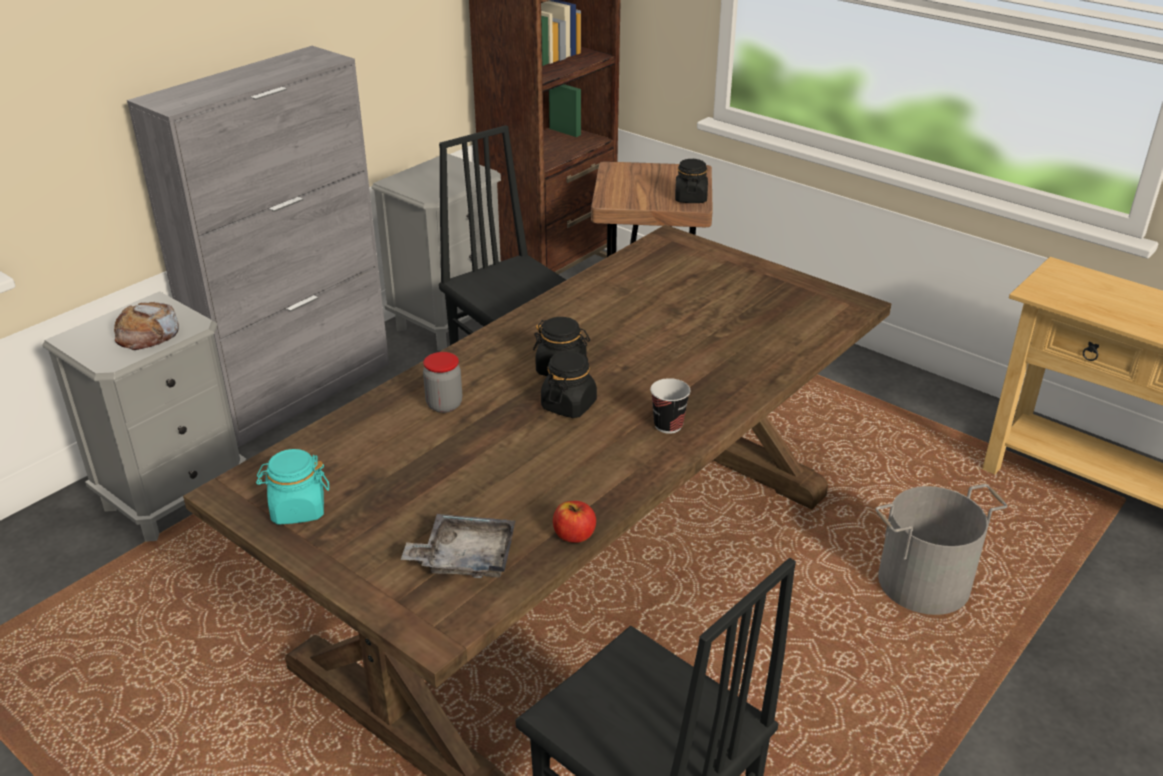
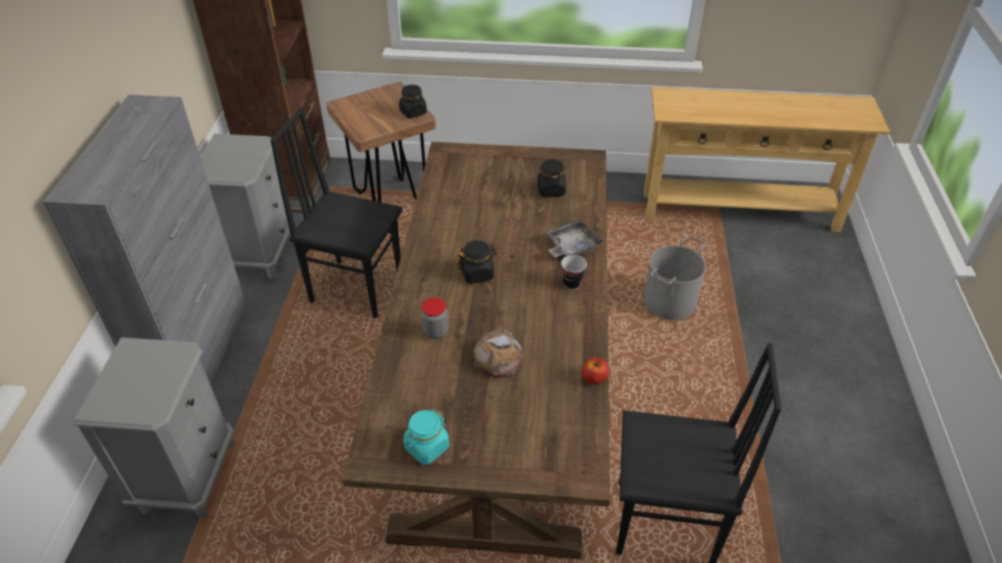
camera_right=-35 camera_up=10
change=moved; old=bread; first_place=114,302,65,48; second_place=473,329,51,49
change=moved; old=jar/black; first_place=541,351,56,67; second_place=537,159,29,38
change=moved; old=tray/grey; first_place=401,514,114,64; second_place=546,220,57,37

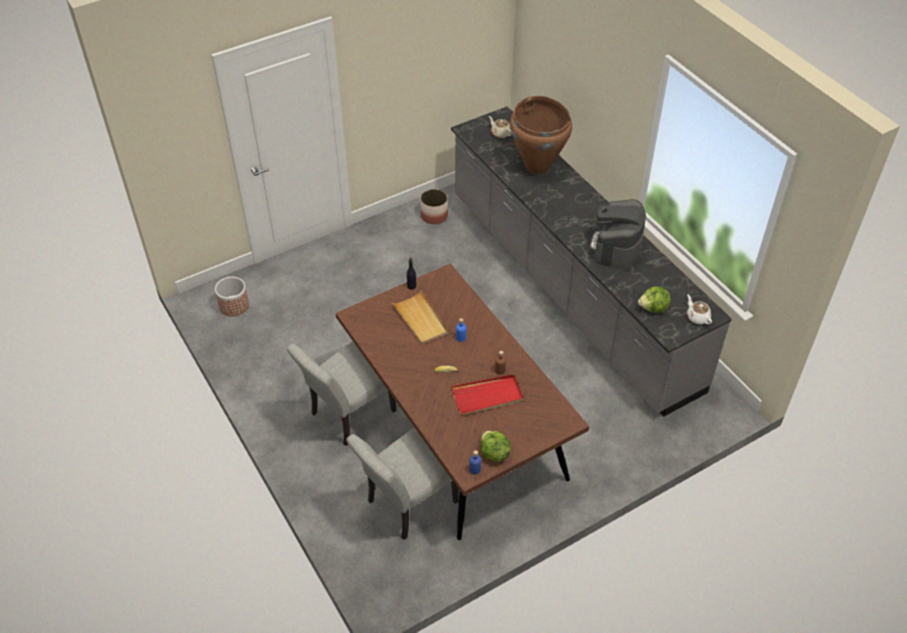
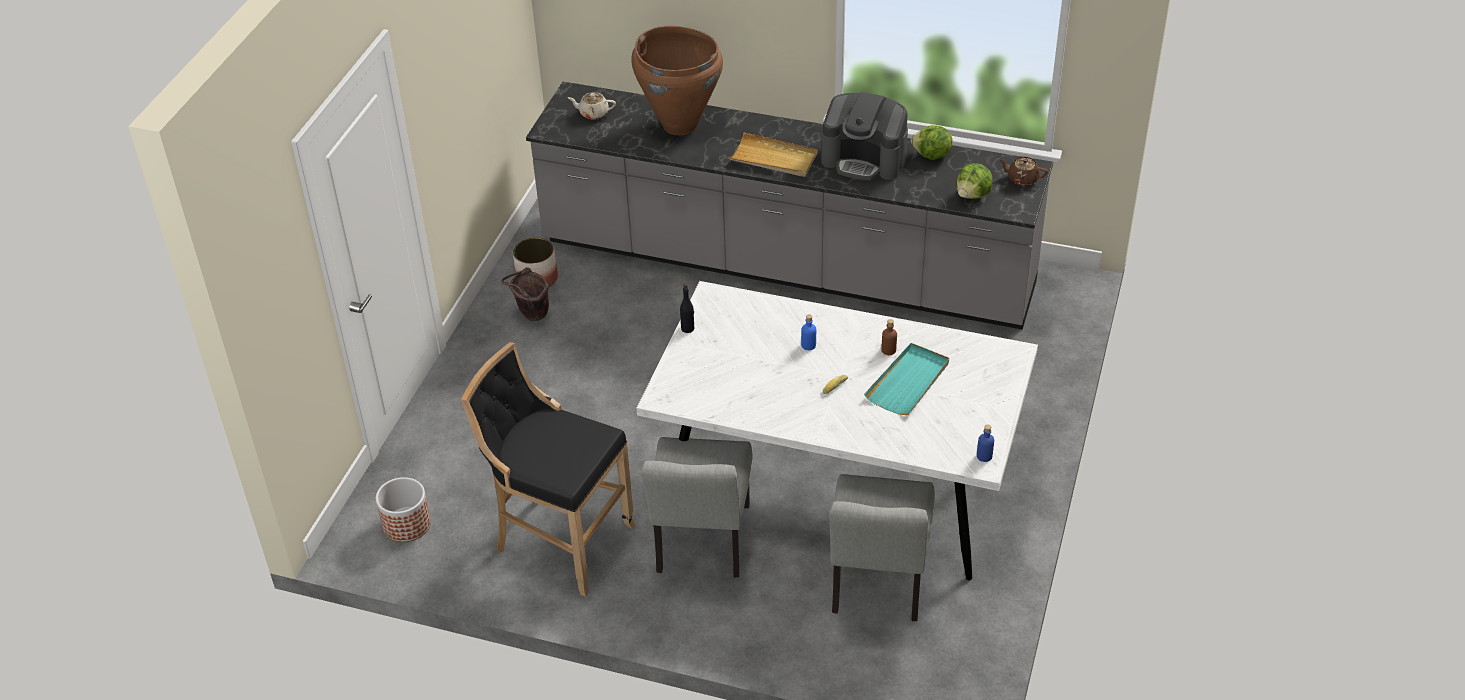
camera_right=-40 camera_up=-5
change=added; new=stool/black; second_place=461,342,175,255
change=added; new=bucket/brown; second_place=501,267,48,54
change=recoloured; old=dining table/brown; new=dining table/white; first_place=336,264,253,276; second_place=637,281,401,300
change=moved; old=tray/beige; first_place=391,290,57,55; second_place=729,132,89,45
change=turned; old=coffee machine; first_place=590,199,56,70; second_place=821,92,87,88; degrees=-45
change=recoloured; old=tray/red; new=tray/turquoise; first_place=451,374,73,41; second_place=864,343,85,72
change=moved; old=lettuce; first_place=480,431,31,31; second_place=911,125,41,35
change=recoloured; old=teapot/white; new=teapot/brown; first_place=687,295,25,29; second_place=998,157,50,29

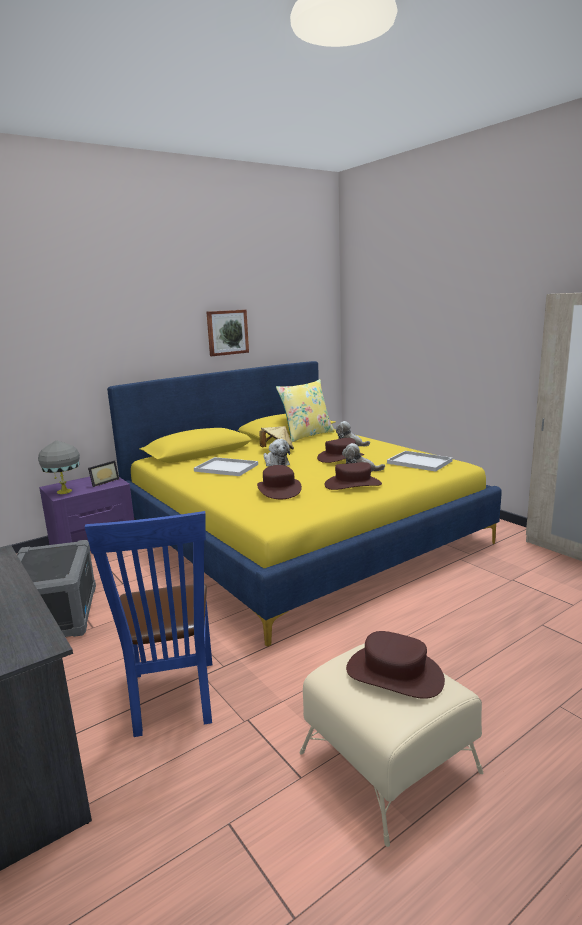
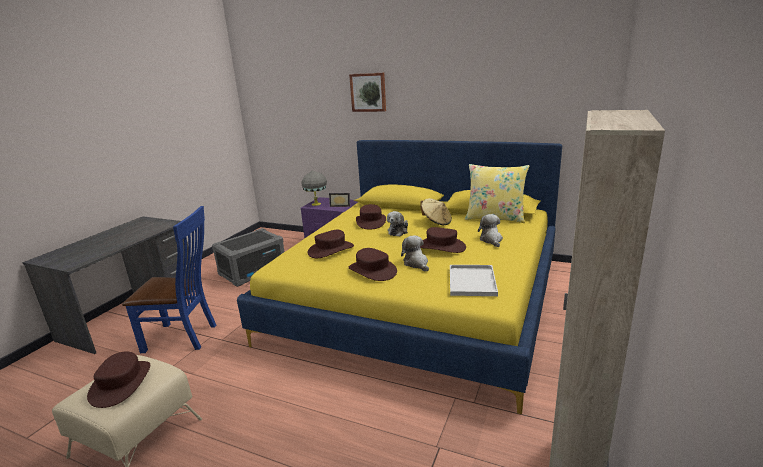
camera_right=60 camera_up=5
change=turned; old=chair/blue; first_place=85,511,127,226; second_place=122,206,94,147; degrees=-135
change=moved; old=picture; first_place=207,309,42,47; second_place=349,73,37,39
change=replaced; old=tray/white; new=hat/brown; first_place=194,457,64,19; second_place=356,204,30,26

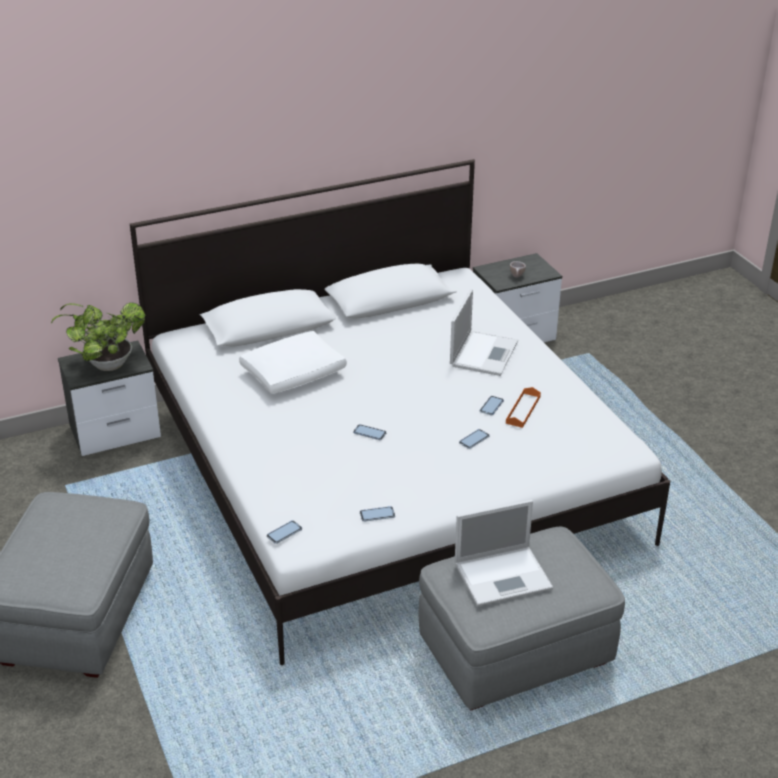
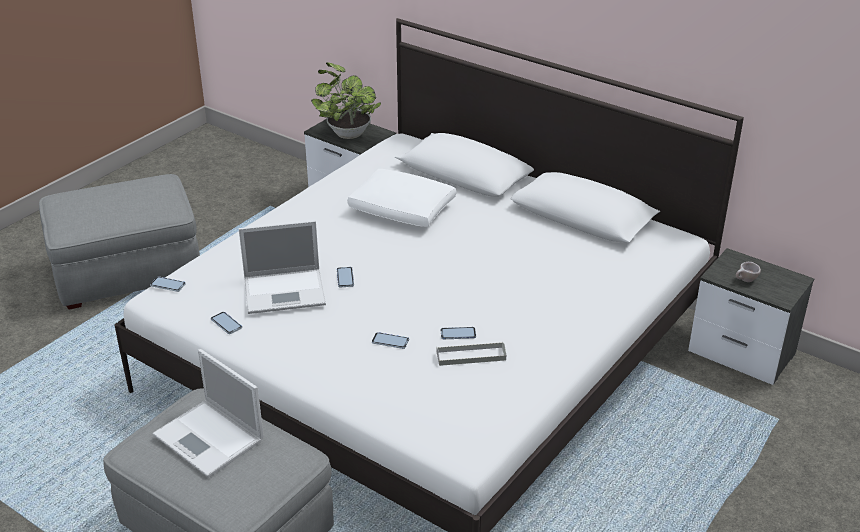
camera_right=60 camera_up=0
change=moved; old=laptop; first_place=450,289,68,87; second_place=239,220,87,94
change=recoloured; old=tray/orange; new=tray/grey; first_place=506,387,35,41; second_place=437,342,69,24

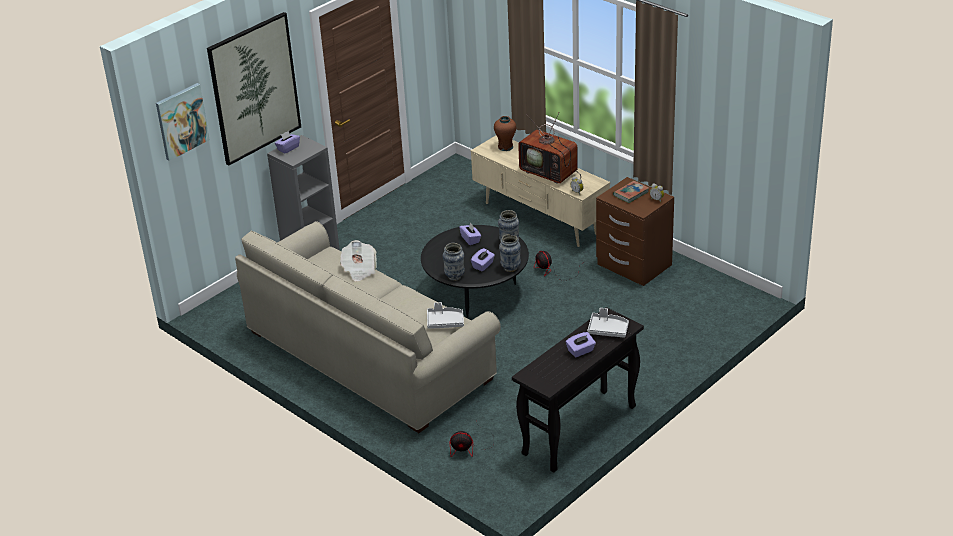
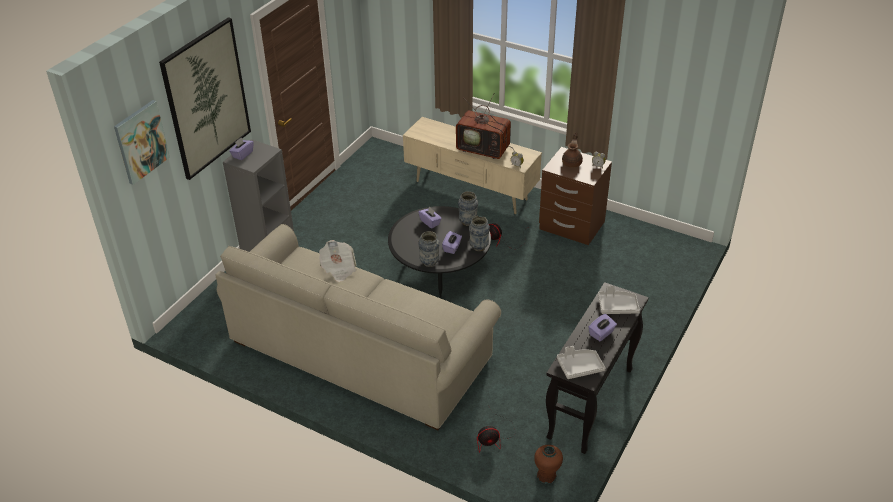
camera_right=-15 camera_up=5
change=moved; old=vase/brown; first_place=494,116,22,35; second_place=534,445,29,39
change=moved; old=tray/grey; first_place=427,302,37,27; second_place=557,346,48,33
change=replaced; old=book; new=teapot/brown; first_place=613,181,36,22; second_place=562,132,21,36

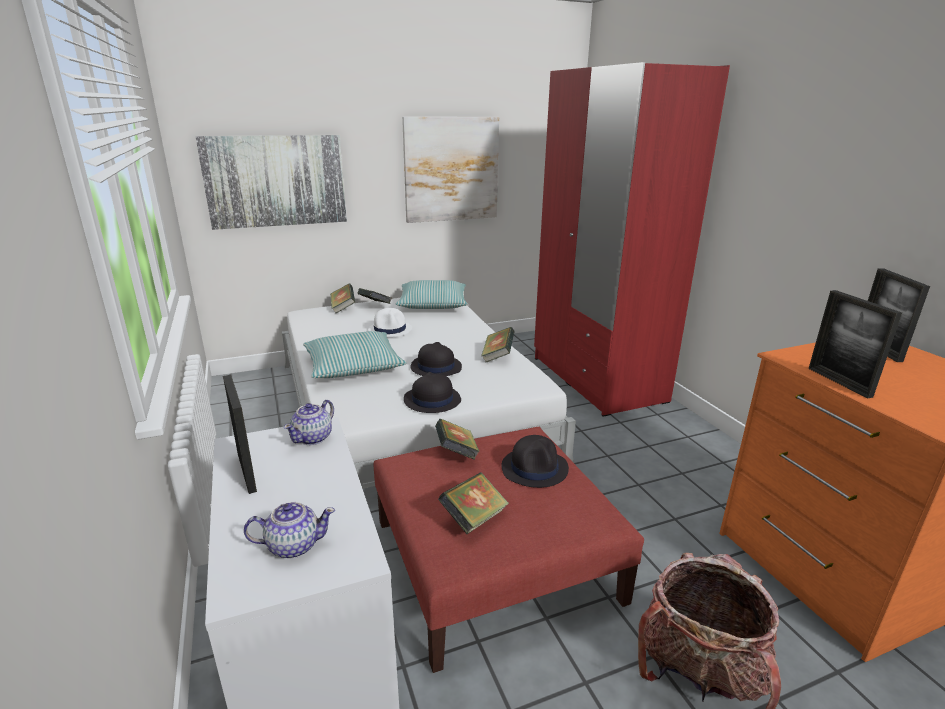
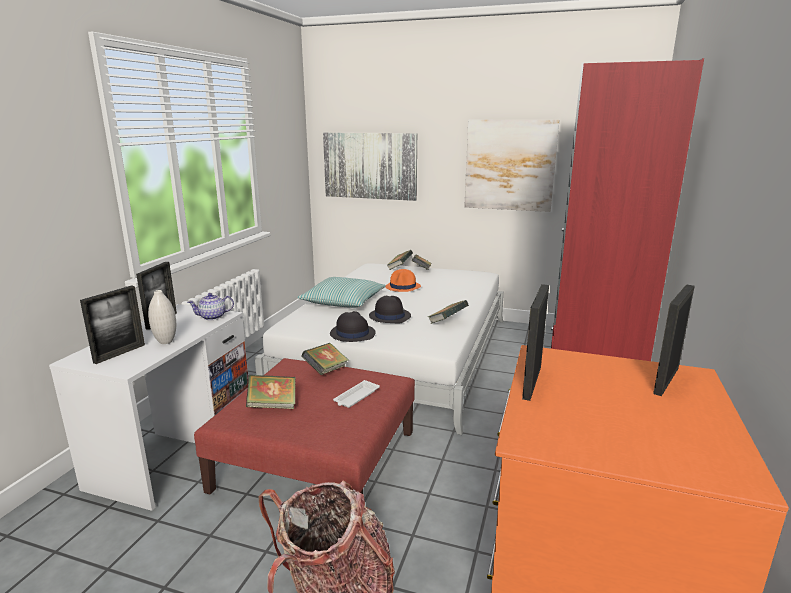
camera_right=40 camera_up=-5
change=replaced; old=teapot; new=picture frame; first_place=244,502,91,56; second_place=80,285,65,79
change=added; new=vase/white; second_place=148,290,28,54
change=replaced; old=hat/black; new=tray/white; first_place=501,435,68,53; second_place=333,380,47,28
change=recoloured; old=hat/white; new=hat/orange; first_place=368,308,44,29; second_place=385,269,36,23
change=removed; old=pillow; first_place=396,280,72,29

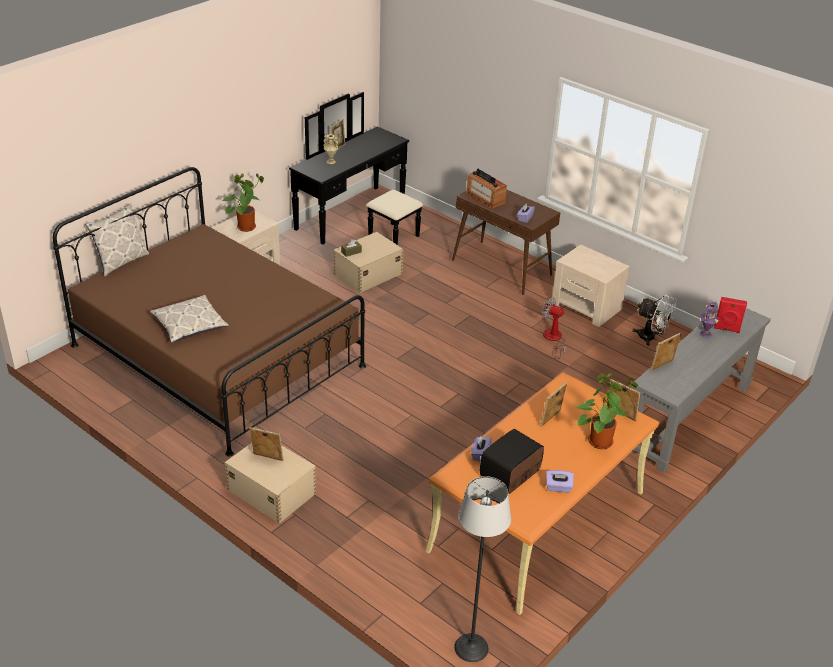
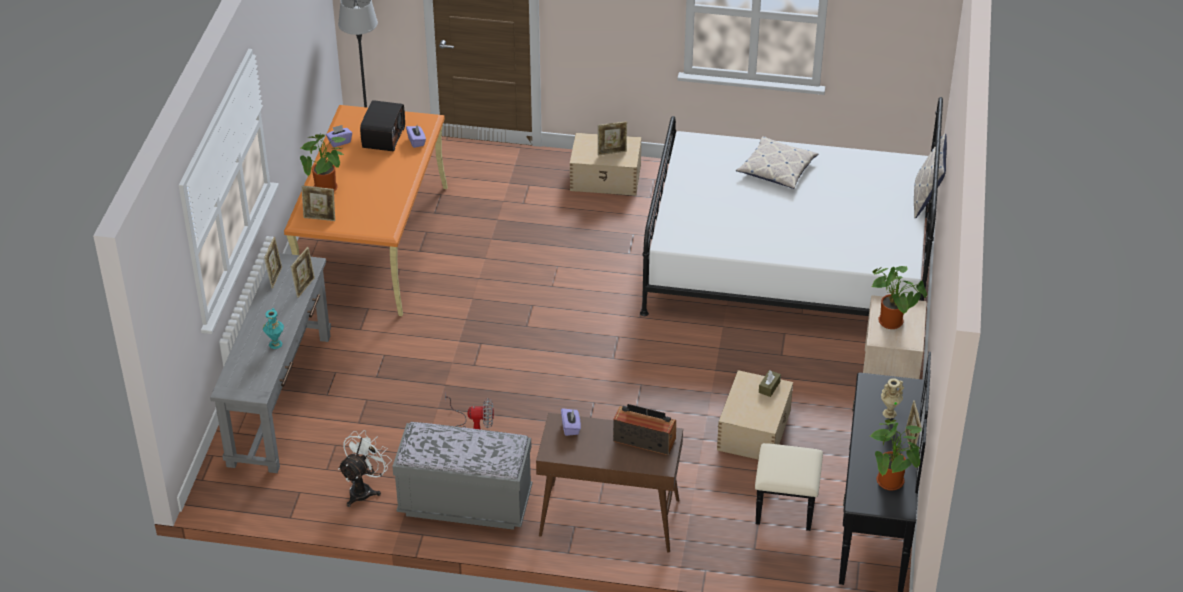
camera_right=150 camera_up=5
change=recoloured; old=vase/purple; new=vase/turquoise; first_place=700,302,19,36; second_place=263,308,21,41
change=moved; old=picture frame; first_place=540,382,27,45; second_place=264,237,18,52
change=turned; old=fan/white; first_place=632,295,45,51; second_place=338,430,54,77; degrees=120
change=replaced; old=nightstand/beige; new=bench/grey; first_place=551,245,79,82; second_place=392,422,141,108
change=recoloured; old=bed/brown; new=bed/white; first_place=53,167,313,289; second_place=640,97,303,219
change=added; new=potted plant; second_place=870,420,52,71
change=removed; old=speaker/red; first_place=714,297,33,36

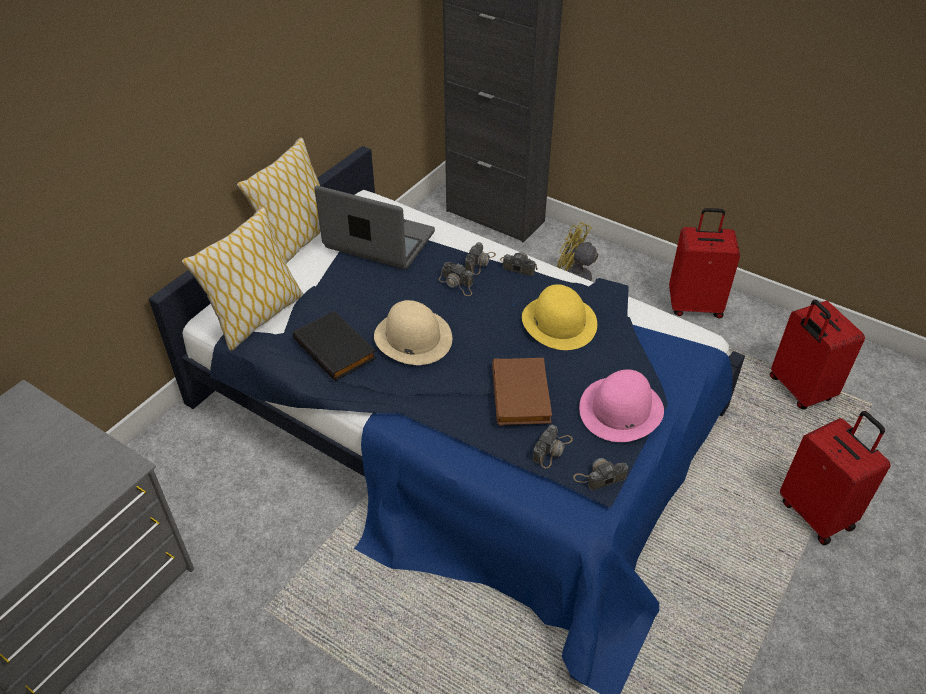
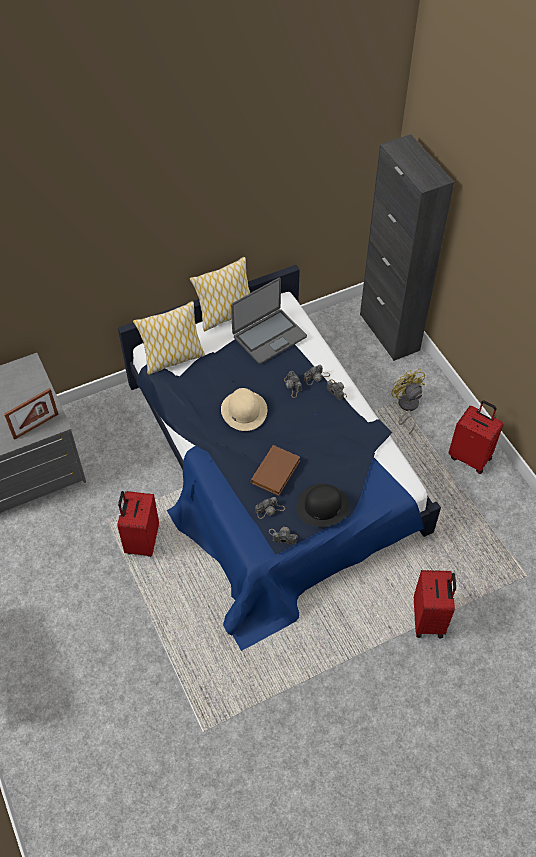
camera_right=30 camera_up=10
change=added; new=picture frame; second_place=4,388,55,52
change=moved; old=suitcase/red; first_place=770,300,95,109; second_place=117,491,42,66
change=turned; old=laptop; first_place=314,186,121,83; second_place=231,277,76,87; degrees=90
change=recoloured; old=hat/pink; new=hat/black; first_place=579,369,85,73; second_place=296,484,54,43
change=removed; old=book/black; first_place=293,311,84,70
change=removed; old=hat/yellow; first_place=522,284,75,66

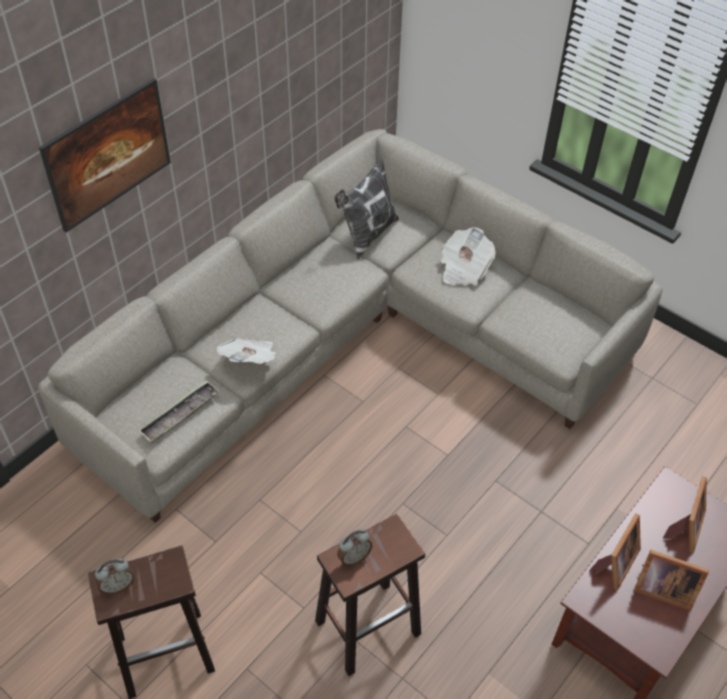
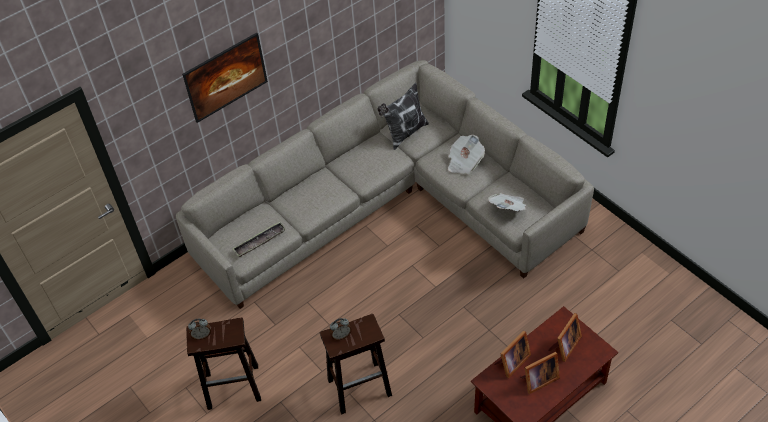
camera_right=15 camera_up=0
change=moved; old=newspaper; first_place=217,338,59,26; second_place=488,193,38,18
change=turned; old=picture frame; first_place=634,550,75,61; second_place=520,352,40,42; degrees=-60

